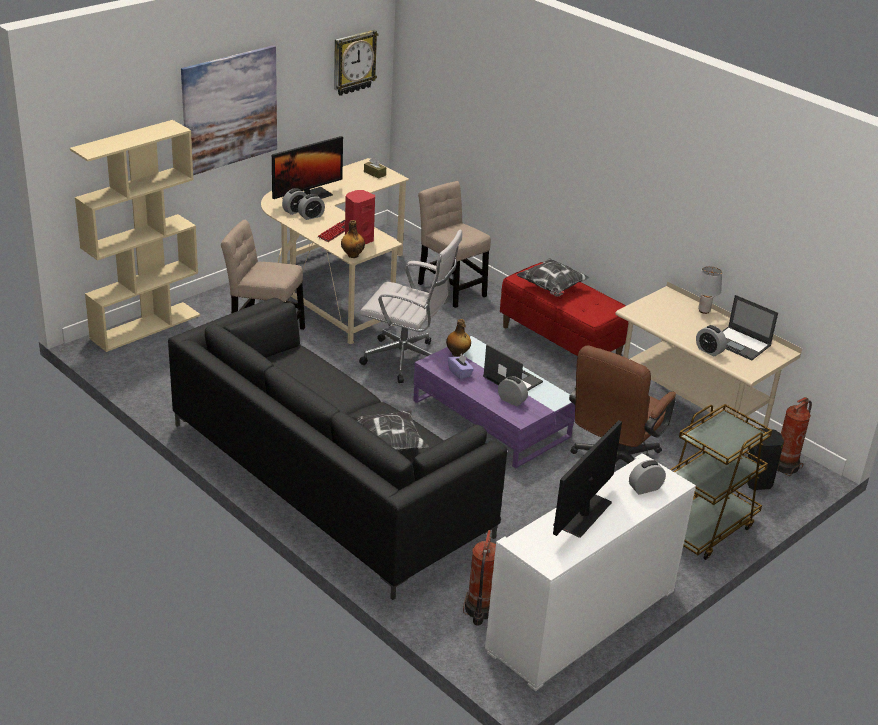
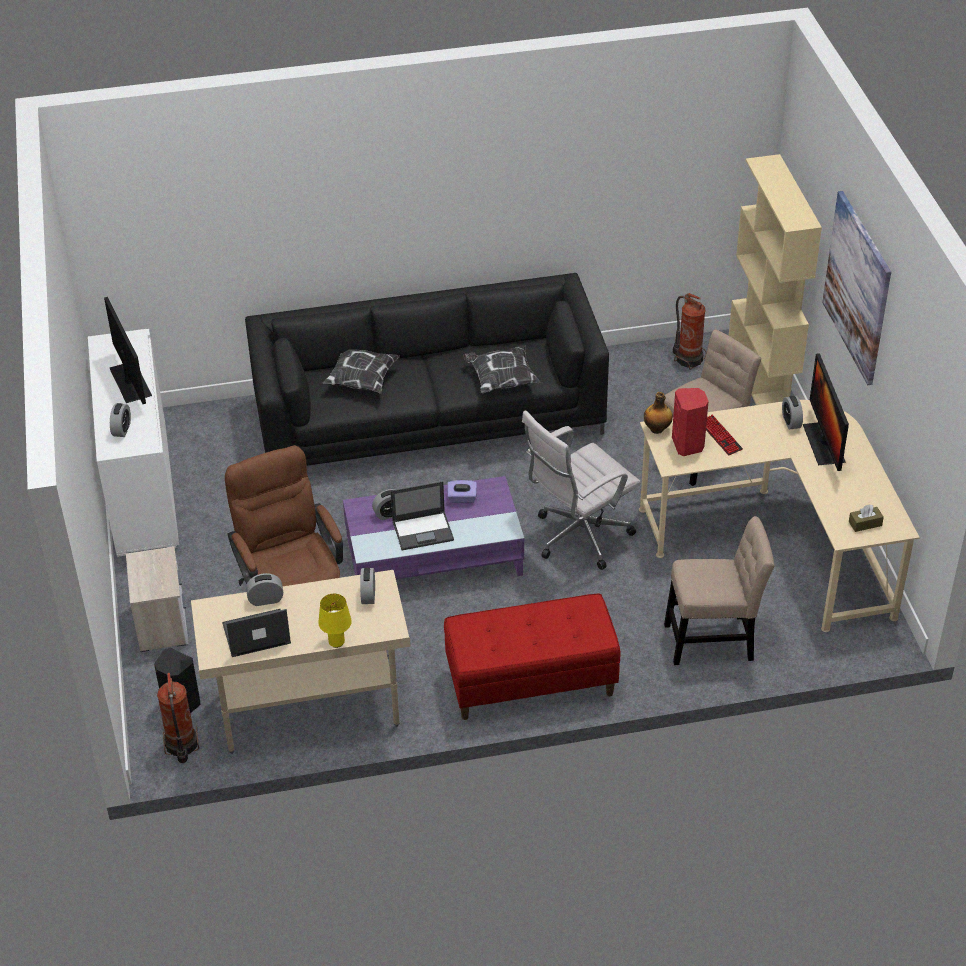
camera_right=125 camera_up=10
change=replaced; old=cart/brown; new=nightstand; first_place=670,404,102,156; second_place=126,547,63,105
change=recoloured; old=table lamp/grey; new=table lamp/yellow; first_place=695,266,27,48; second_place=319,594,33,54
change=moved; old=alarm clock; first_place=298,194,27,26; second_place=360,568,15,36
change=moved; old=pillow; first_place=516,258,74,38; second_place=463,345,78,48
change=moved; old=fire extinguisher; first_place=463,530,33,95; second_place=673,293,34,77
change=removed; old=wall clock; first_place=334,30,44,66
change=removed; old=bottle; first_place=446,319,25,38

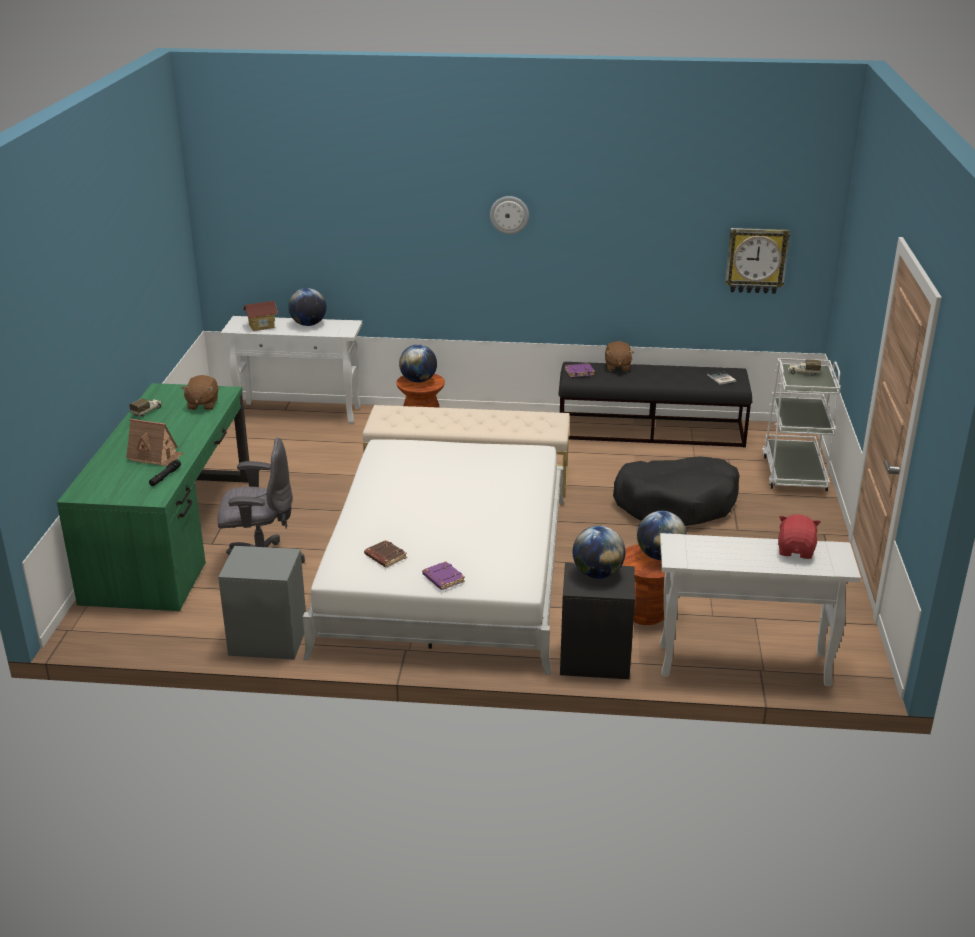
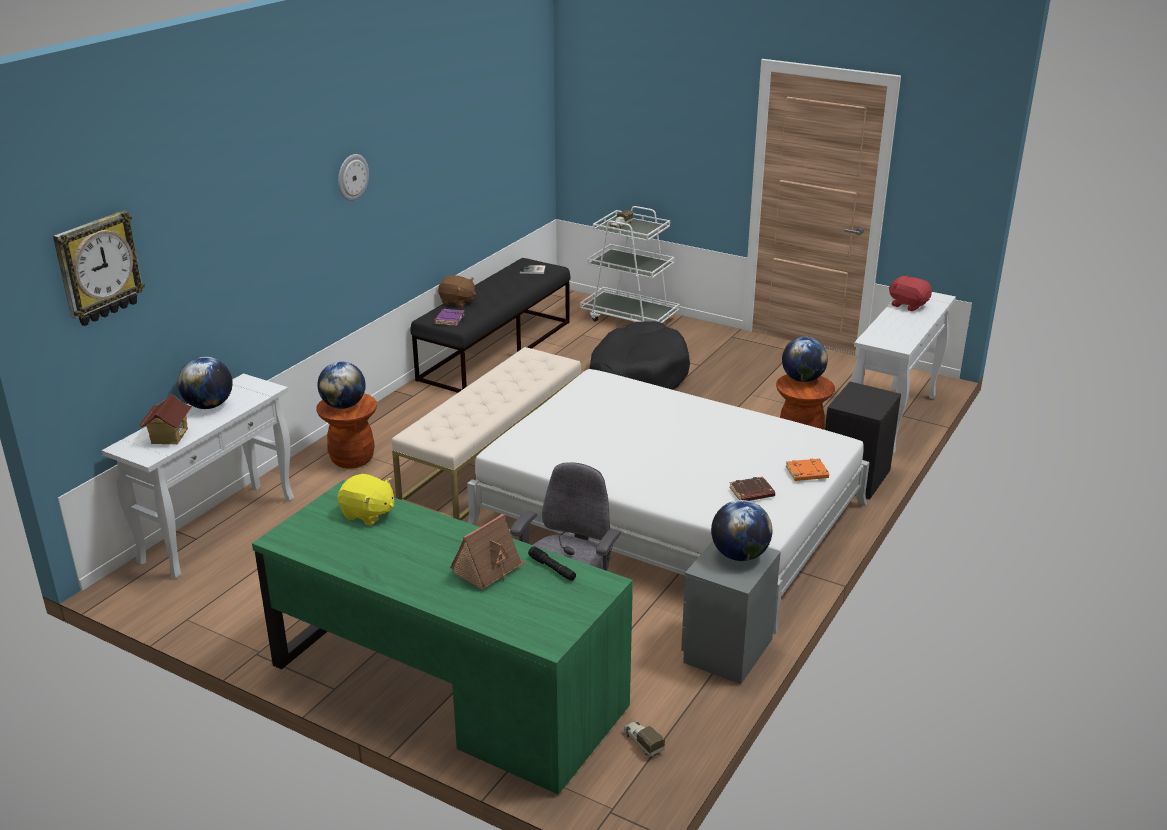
camera_right=-65 camera_up=0
change=moved; old=wall clock; first_place=725,228,65,66; second_place=53,210,92,116
change=recoloured; old=plush toy/brown; new=plush toy/yellow; first_place=181,375,37,35; second_place=337,474,57,52
change=moved; old=toy truck; first_place=129,398,33,19; second_place=623,720,42,37
change=moved; old=globe; first_place=573,526,52,53; second_place=711,500,61,61
change=recoloured; old=book/purple; new=book/orange; first_place=422,561,43,29; second_place=786,459,43,22

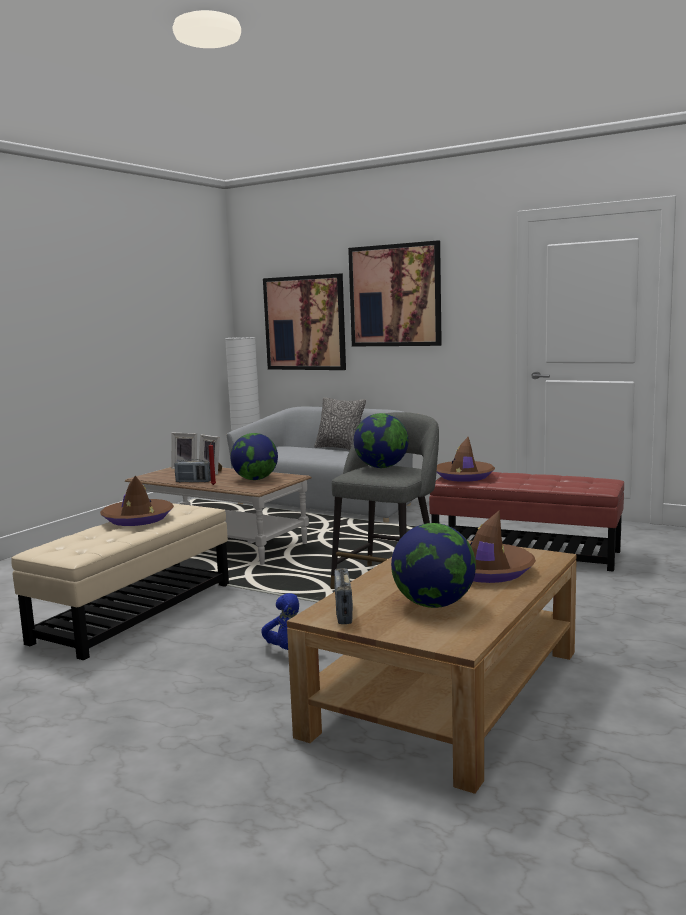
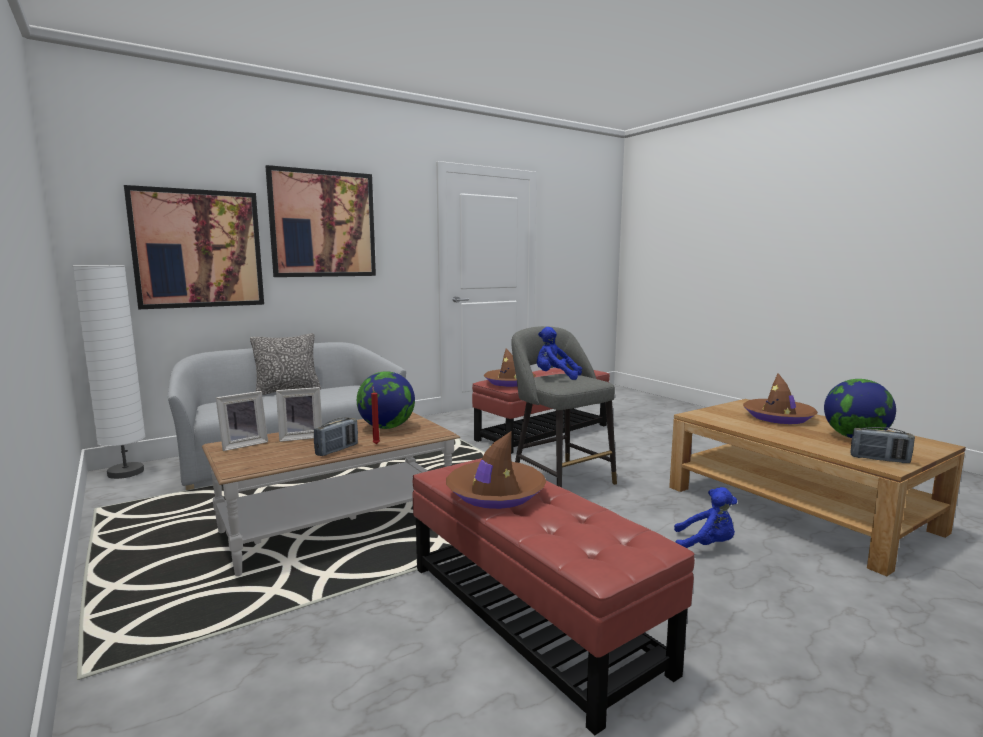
camera_right=-65 camera_up=0
change=recoloured; old=ottoman/beige; new=ottoman/red; first_place=11,503,218,157; second_place=412,458,283,277
change=replaced; old=globe; new=plush toy/blue; first_place=354,413,55,55; second_place=537,327,45,53

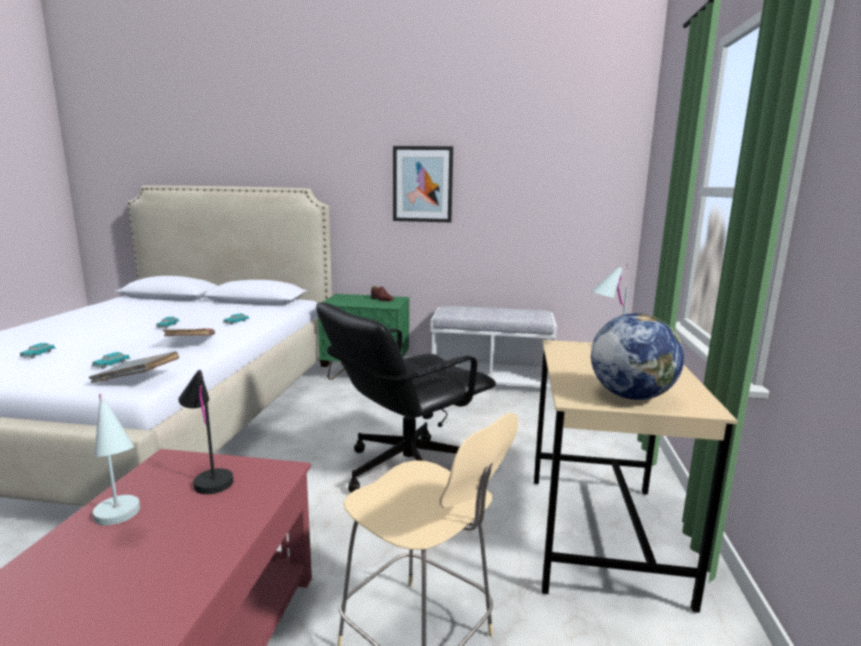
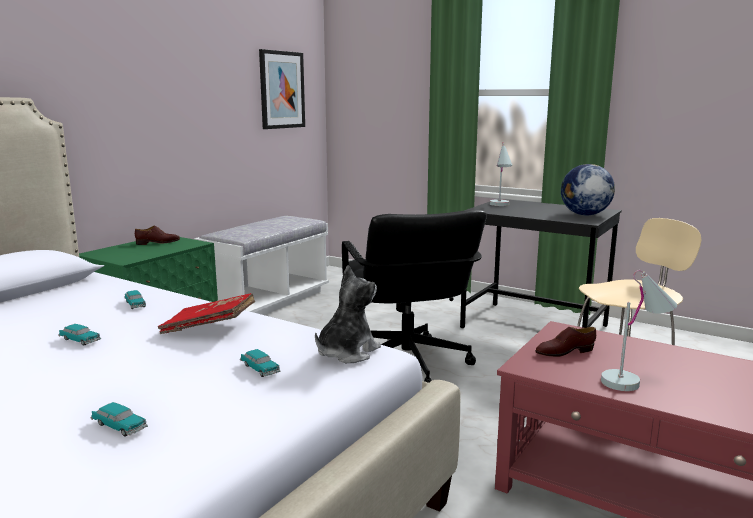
camera_right=-65 camera_up=0
change=moved; old=picture; first_place=393,146,60,76; second_place=259,49,46,80
change=replaced; old=book/grey; new=plush toy; first_place=89,351,90,32; second_place=315,265,66,98
change=recoloured; old=desk/beige; new=desk/black; first_place=534,340,204,273; second_place=460,199,162,130
change=replaced; old=table lamp/black; new=shoe/brown; first_place=178,370,55,124; second_place=535,327,61,30

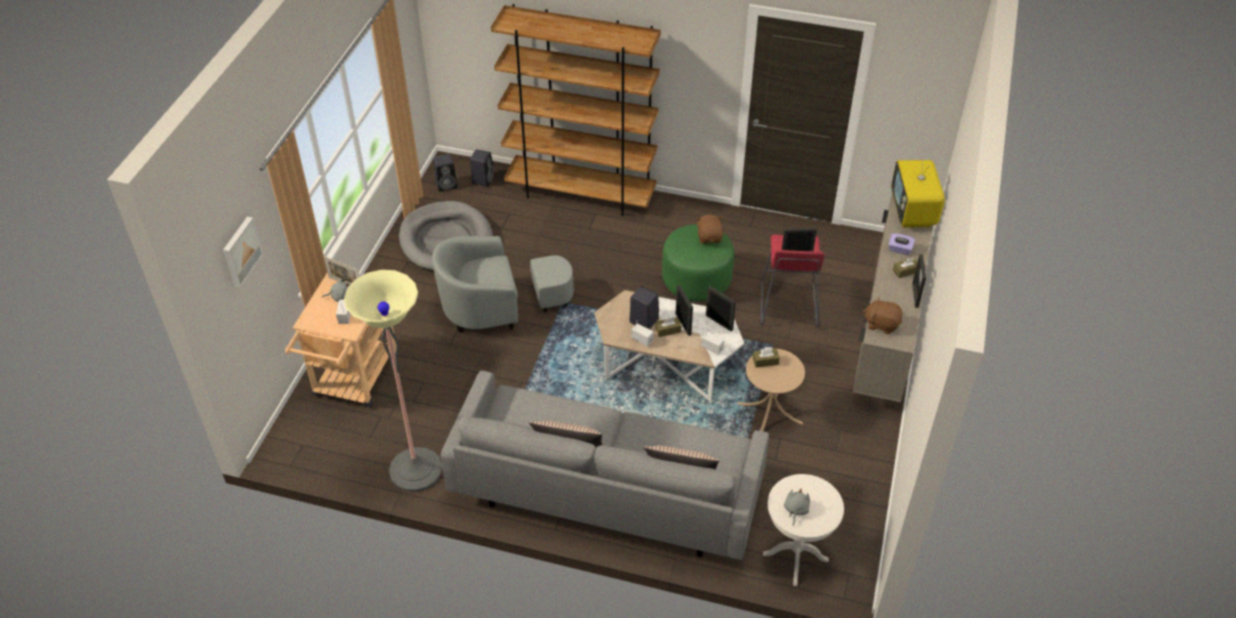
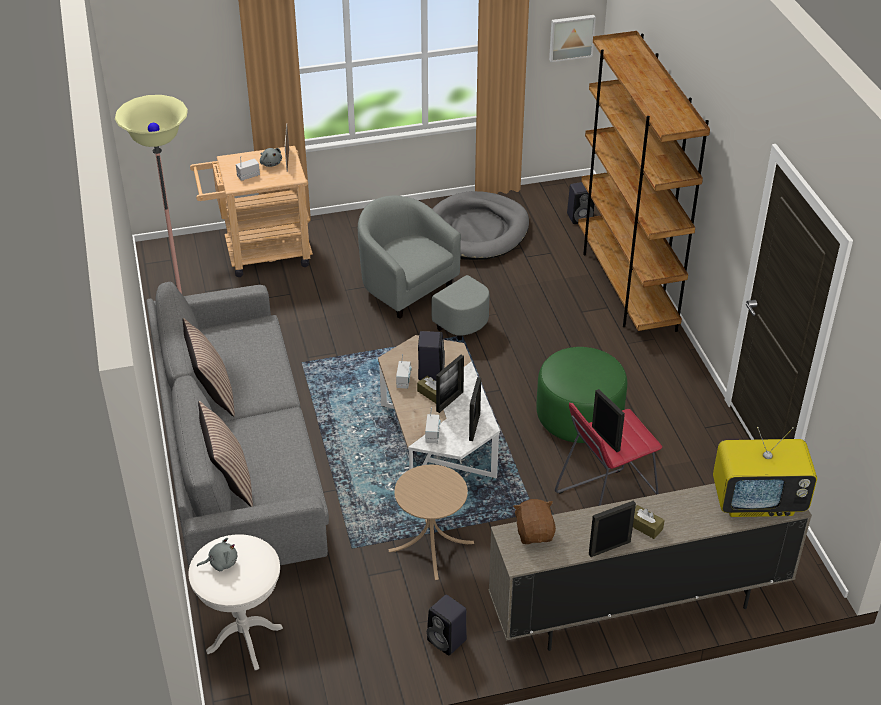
camera_right=60 camera_up=-5
change=moved; old=speaker/black; first_place=433,154,24,37; second_place=427,595,40,61
change=moved; old=picture; first_place=223,217,40,70; second_place=549,15,47,47
change=turned; old=television; first_place=891,149,54,79; second_place=713,427,104,90; degrees=-150
change=removed; old=plush toy/brown; first_place=696,215,27,29
change=removed; old=tissue box/brown; first_place=753,347,27,21
change=removed; old=tissue box/purple; first_place=889,233,26,22

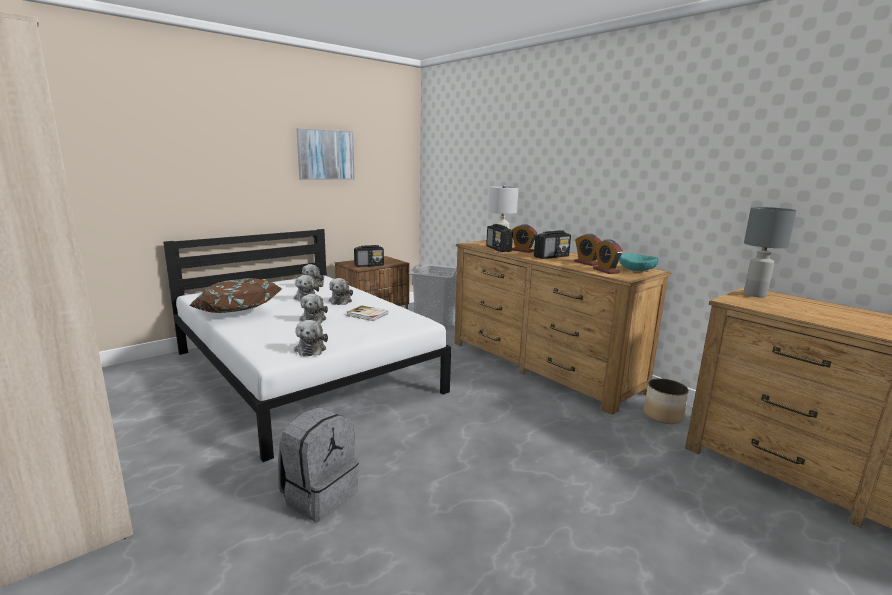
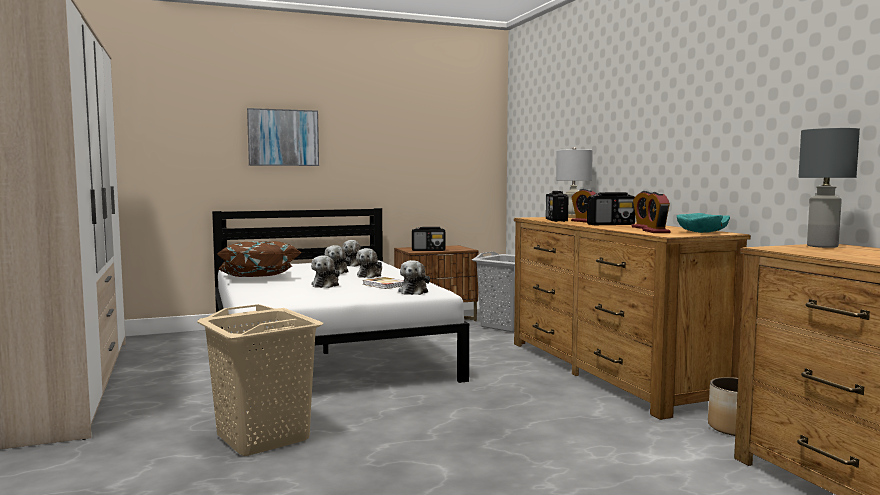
camera_right=20 camera_up=-10
change=replaced; old=backpack/grey; new=laundry basket/beige; first_place=278,407,81,115; second_place=197,304,126,152
change=moved; old=picture; first_place=296,128,58,52; second_place=247,108,72,58
change=moved; old=plush toy; first_place=294,320,34,36; second_place=398,260,32,35

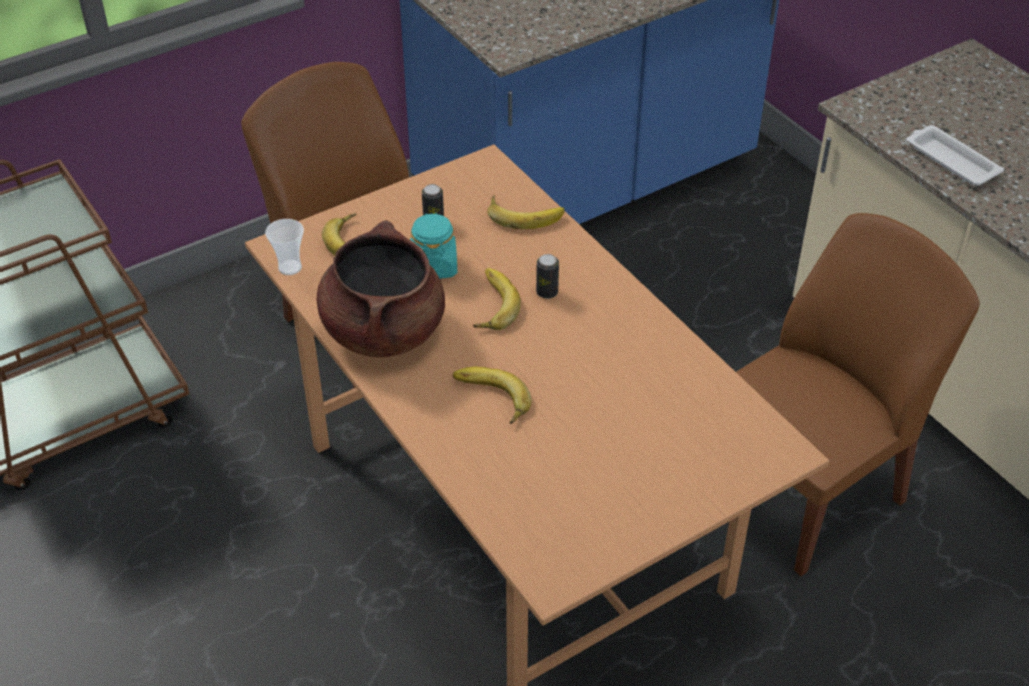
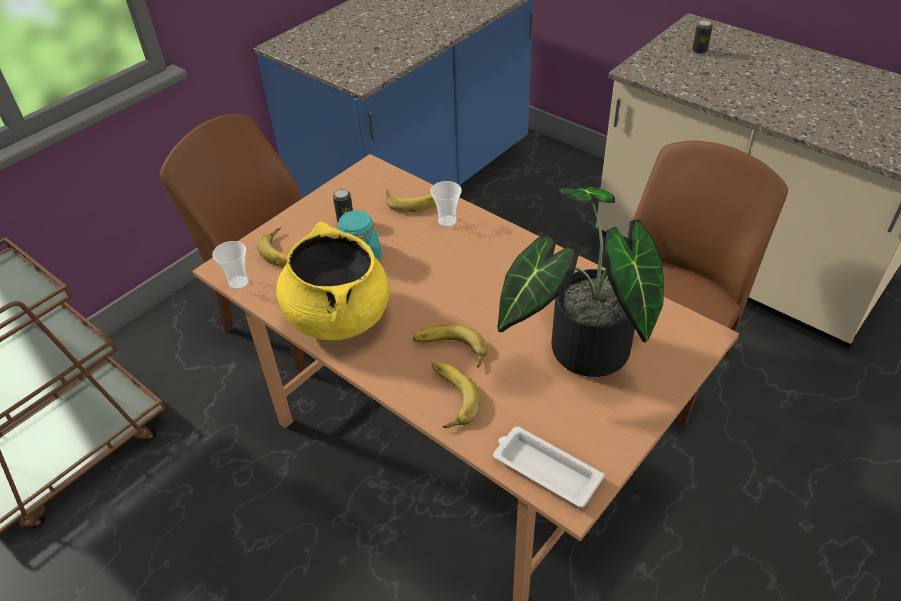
camera_right=-15 camera_up=0
change=recoloured; old=cooking pot/brown; new=cooking pot/yellow; first_place=317,220,128,137; second_place=276,222,114,118
change=added; new=cup; second_place=431,181,31,46
change=moved; old=banana; first_place=473,268,48,62; second_place=432,362,49,66
change=moved; old=tray/white; first_place=906,125,98,61; second_place=493,427,111,81
change=added; new=potted plant; second_place=497,187,167,190
change=moved; old=can; first_place=536,254,23,45; second_place=692,20,21,34

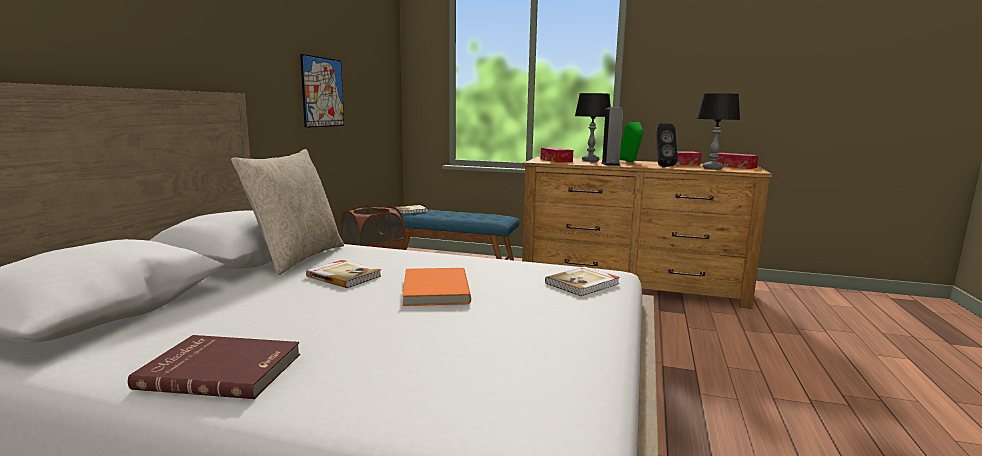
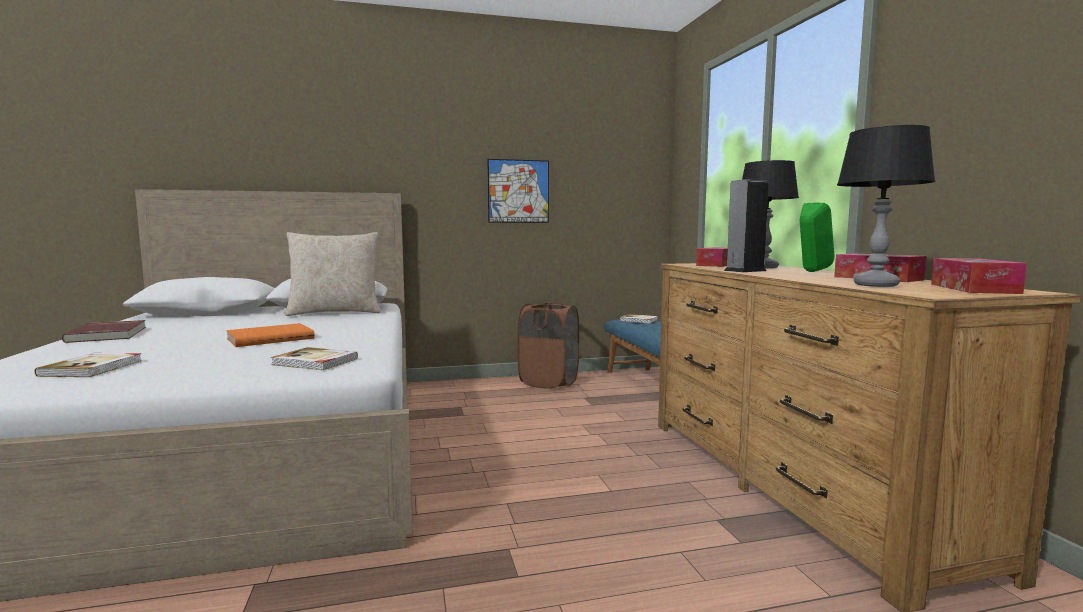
camera_right=60 camera_up=-5
change=moved; old=book; first_place=306,260,75,28; second_place=35,353,106,24
change=removed; old=speaker/black; first_place=656,123,22,44

